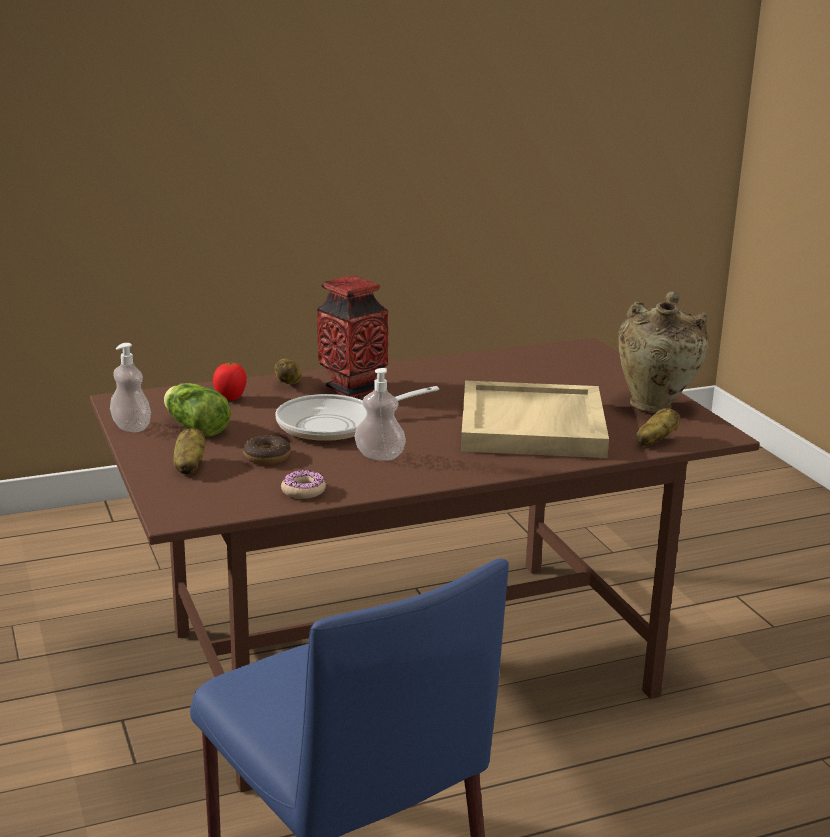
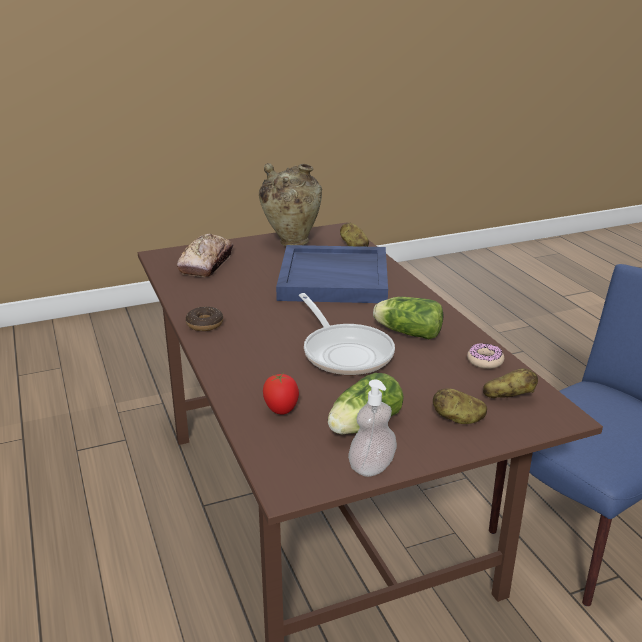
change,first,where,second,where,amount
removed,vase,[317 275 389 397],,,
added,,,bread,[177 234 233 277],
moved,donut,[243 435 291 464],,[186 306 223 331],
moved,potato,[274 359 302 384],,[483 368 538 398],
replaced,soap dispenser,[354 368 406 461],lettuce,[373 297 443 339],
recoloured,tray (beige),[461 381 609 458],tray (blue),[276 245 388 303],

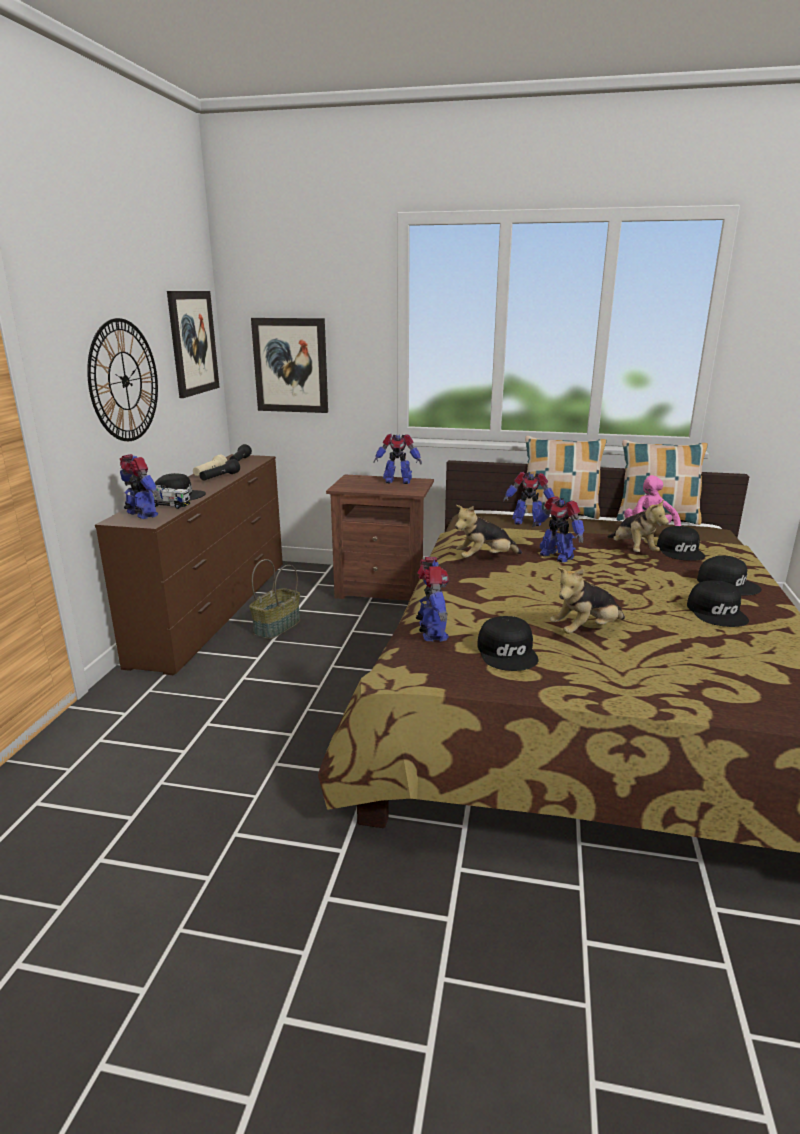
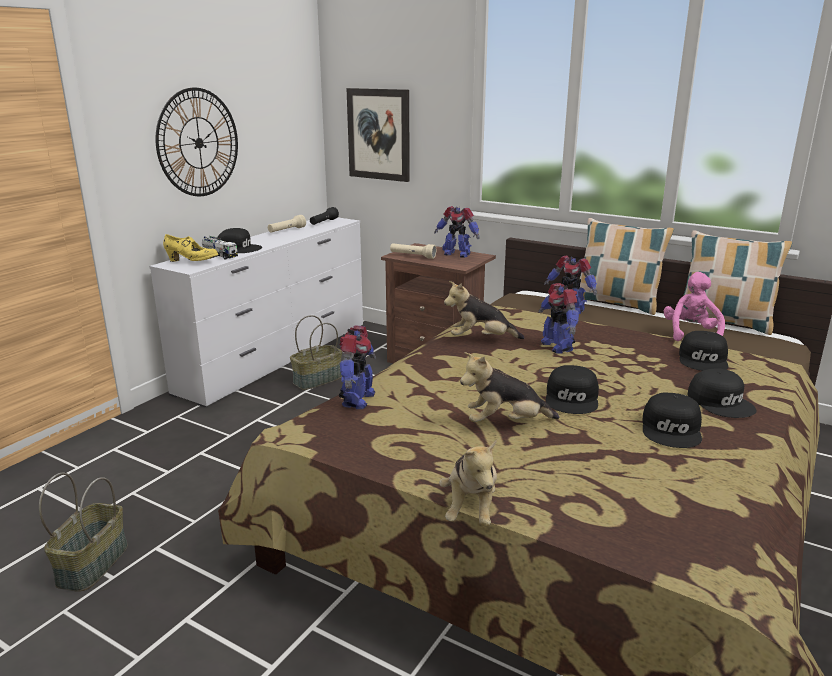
change,first,where,second,where,amount
removed,picture,[167 291 220 398],,,
removed,flashlight (black),[199 459 240 481],,,
added,,,basket,[39 473 128 592],
added,,,flashlight (beige),[390 243 436 259],
moved,cap (black),[478 616 539 671],,[546 365 599 414],
moved,plush toy,[607 499 669 552],,[439 440 497 526],
replaced,toy robot,[120 454 159 519],shoe (yellow),[163 234 218 262],
recoloured,dresser (brown),[95 454 283 675],dresser (white),[149 218 363 407],

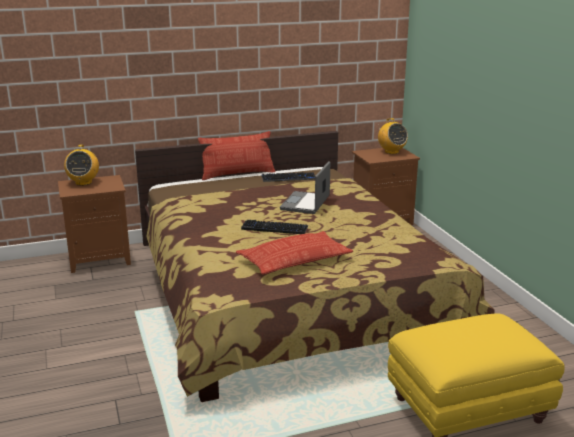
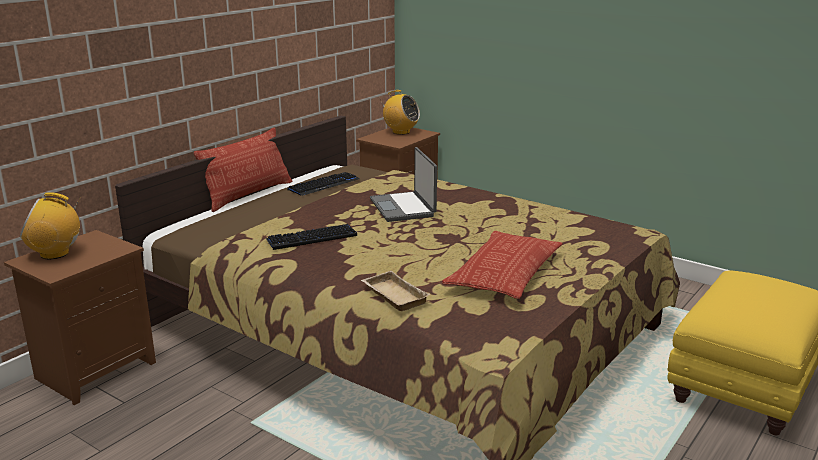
change,first,where,second,where,amount
added,,,tray (beige),[361 271 430 311],
moved,keyboard,[241 220 309 234],,[265 224 357 250],
turned,radio,[64 145 99 186],,[20 192 80 259],120 degrees clockwise

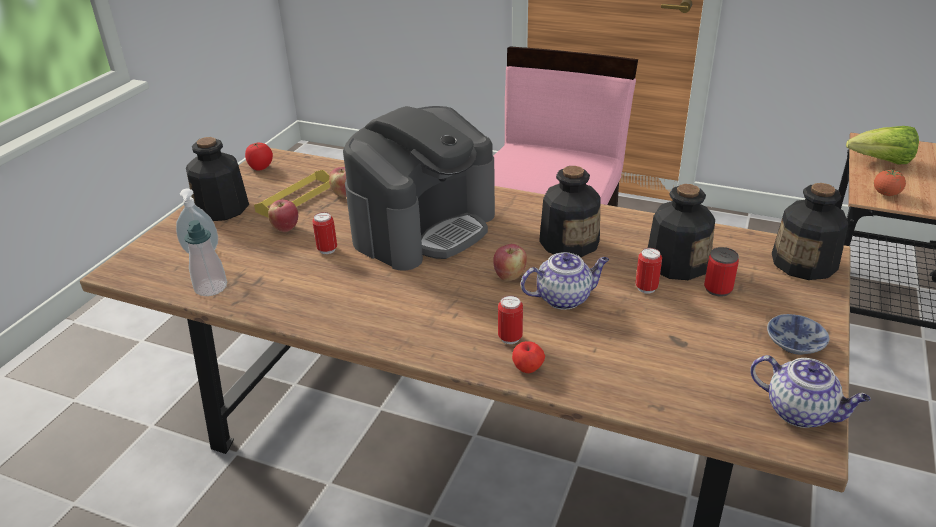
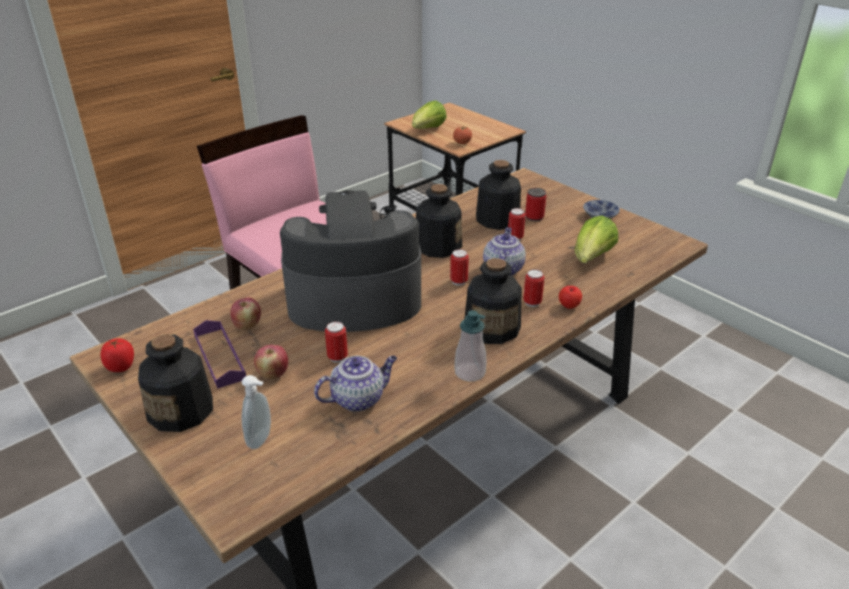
change,first,where,second,where,amount
added,,,lettuce,[575 216 618 263],
moved,soap dispenser,[184 220 227 296],,[454 310 486 382],
moved,teapot,[750 355 871 428],,[314 356 397 412],
moved,bottle,[772 183 848 280],,[464 258 522 344],
replaced,apple,[493 244 527 281],can,[450 249 469 286],
recoloured,tray (yellow),[254 170 330 218],tray (purple),[193 320 246 389],
turned,coffee machine,[343 106 495 271],,[280 190 421 332],75 degrees counterclockwise

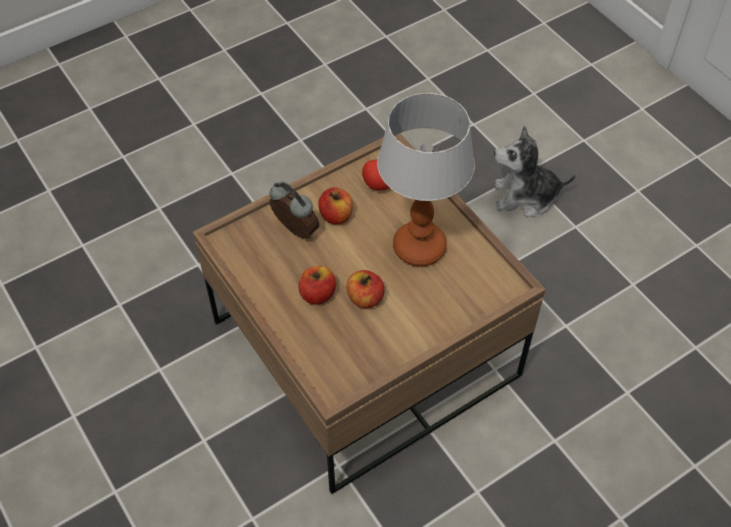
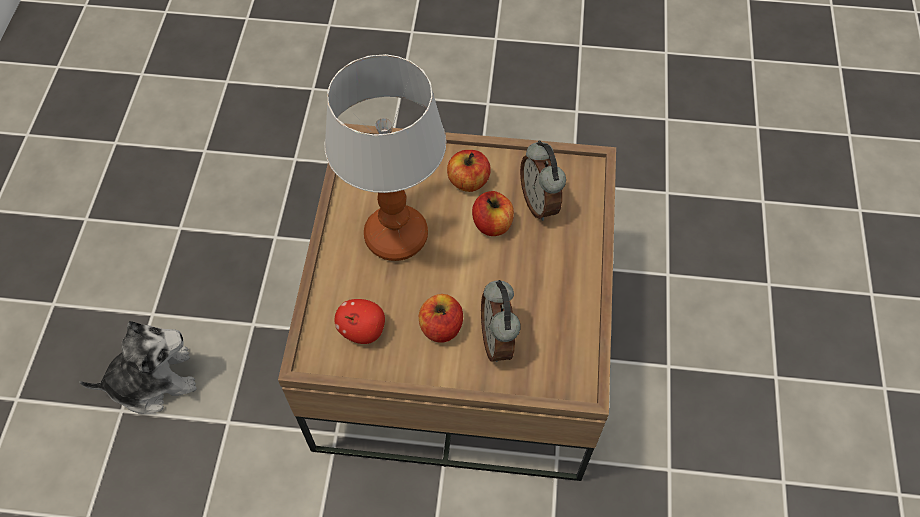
change,first,where,second,where,amount
added,,,alarm clock,[520 140 566 221],
moved,apple,[298 266 336 305],,[447 150 491 192],
turned,plush toy,[494 126 576 217],,[79 321 197 414],60 degrees counterclockwise

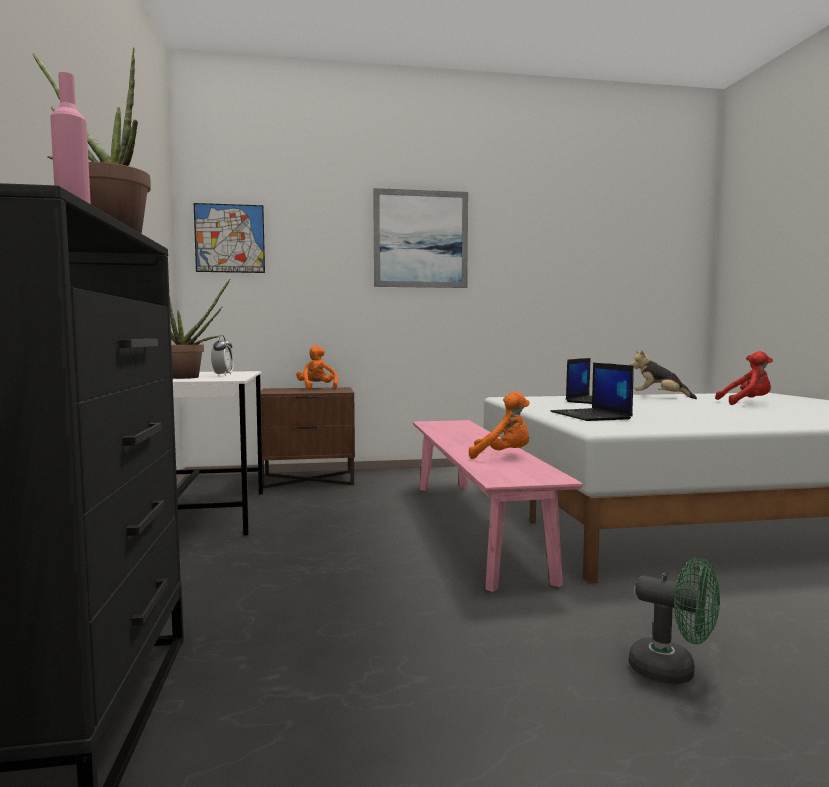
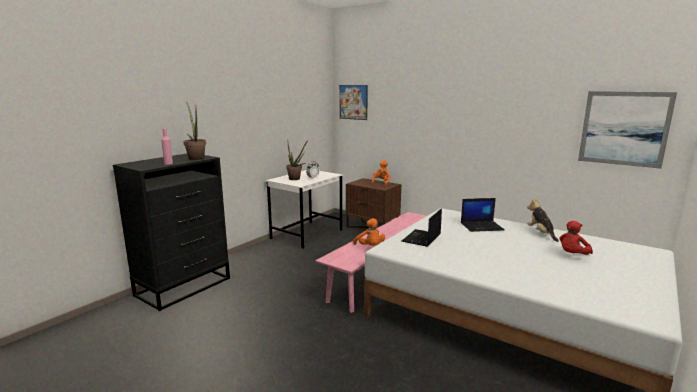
change,first,where,second,where,amount
removed,fan (green),[629 558 720 685],,,
moved,picture,[373 188 468 288],,[578 91 677 169],
turned,plush toy (red),[715 351 773 405],,[559 221 593 255],90 degrees clockwise

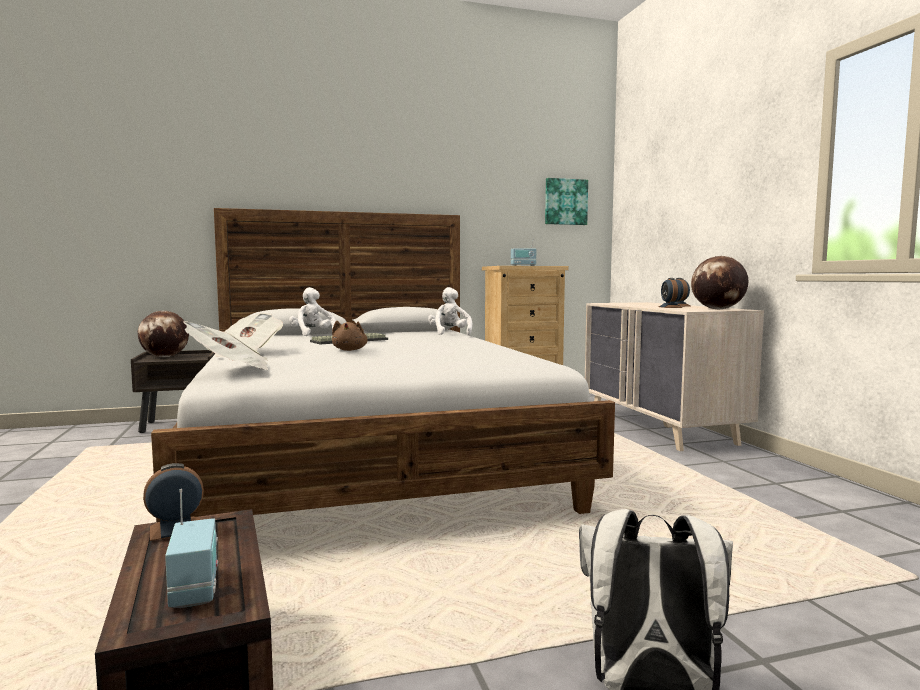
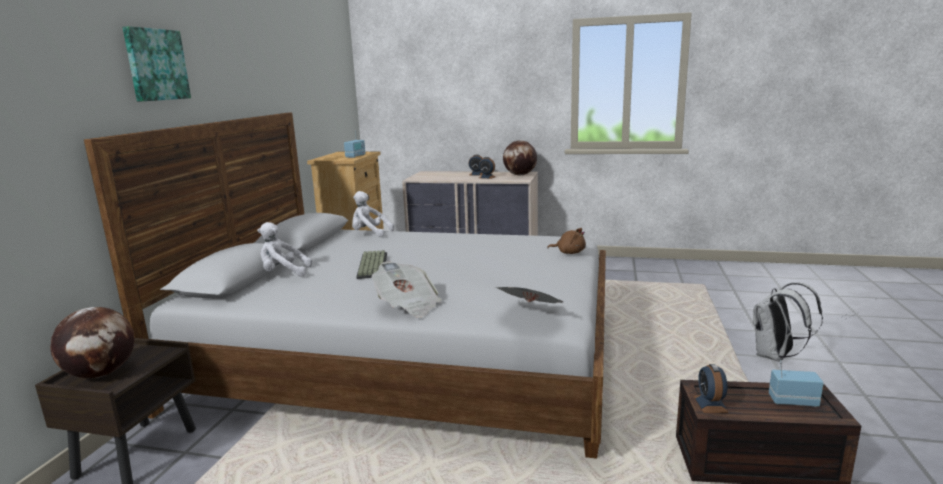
change,first,where,second,where,amount
moved,plush toy (brown),[332 321 368 351],,[547 228 586 254],
moved,picture,[545 178 588 225],,[123 26 191 101],

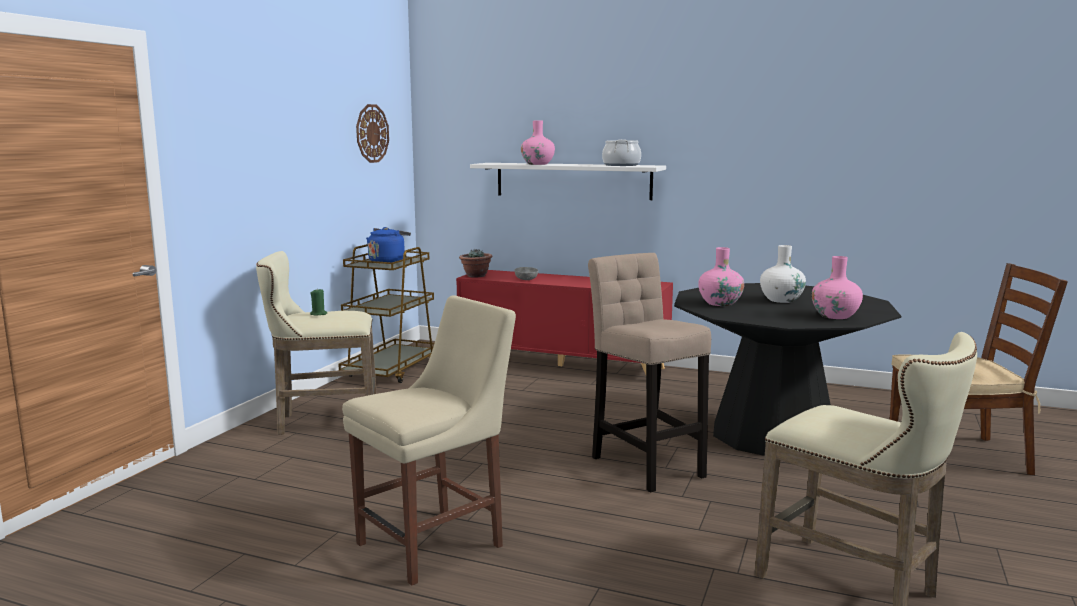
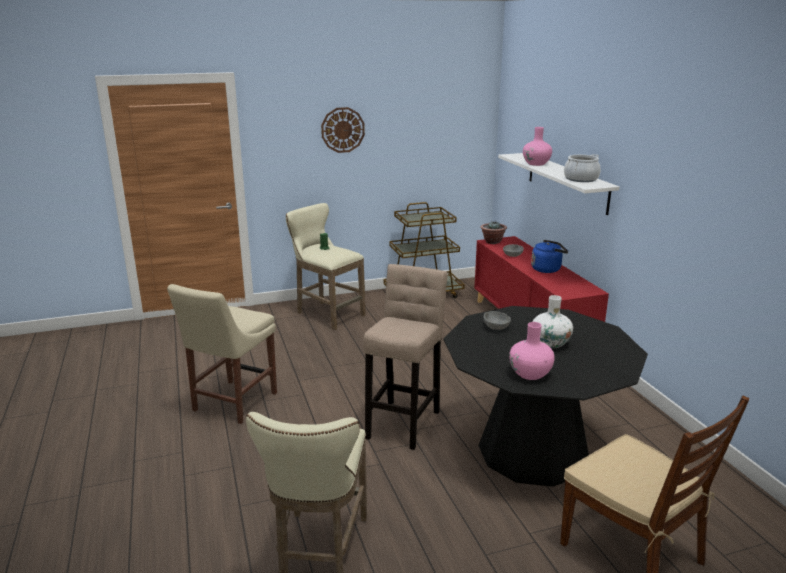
change,first,where,second,where,amount
moved,wall clock,[356 104 389 163],,[321 107 365 153],
moved,kettle (blue),[366 227 411 264],,[531 240 568 273],
replaced,vase (pink),[698 247 744 306],bowl (grey),[484 311 511 330],
turned,chair (beige),[342 295 516 586],,[167 284 277 424],105 degrees clockwise

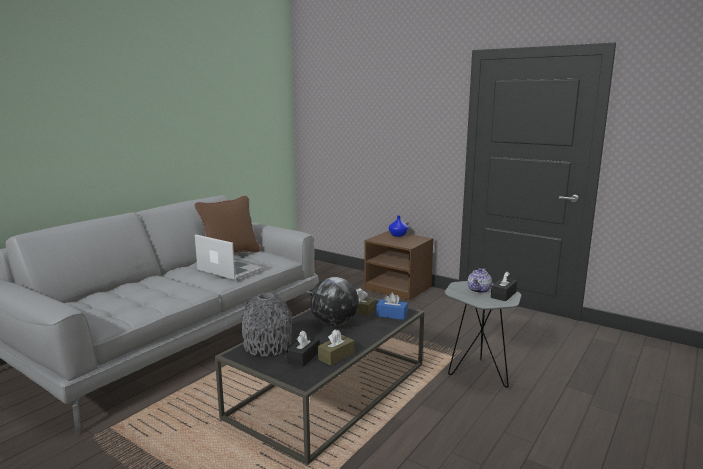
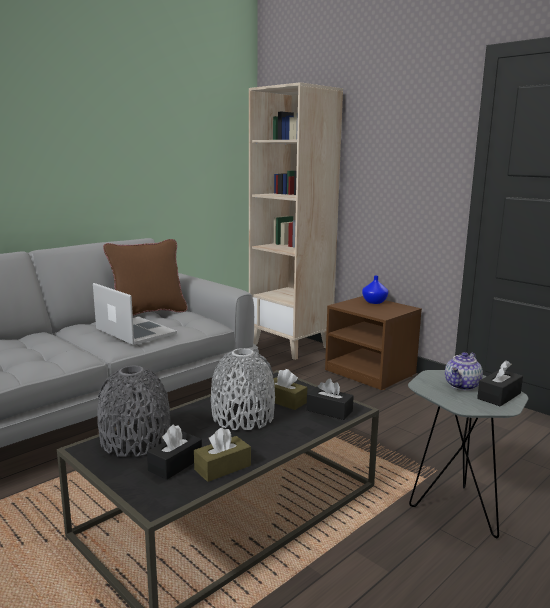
change,first,where,second,where,amount
added,,,bookcase (beige),[249 82 343 360],
replaced,globe,[310 277 359 326],vase (grey),[211 348 275 430],
recoloured,tissue box (blue),[376 293 408 320],tissue box (black),[307 379 354 420],

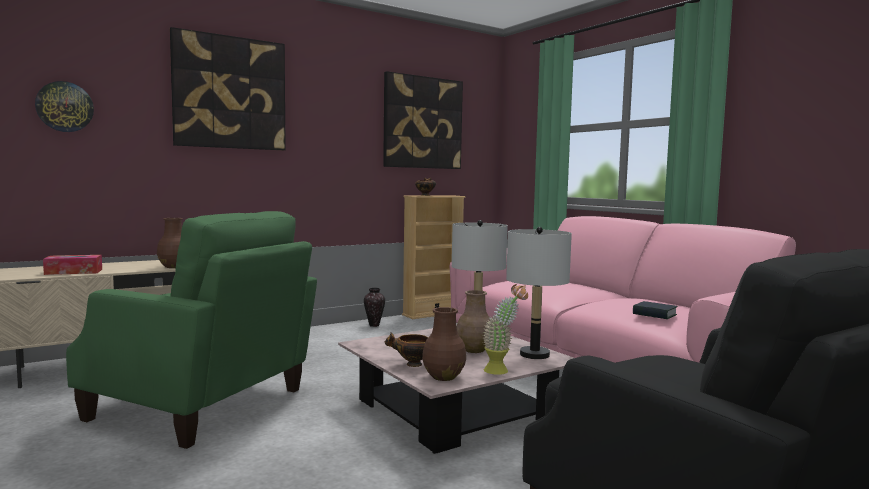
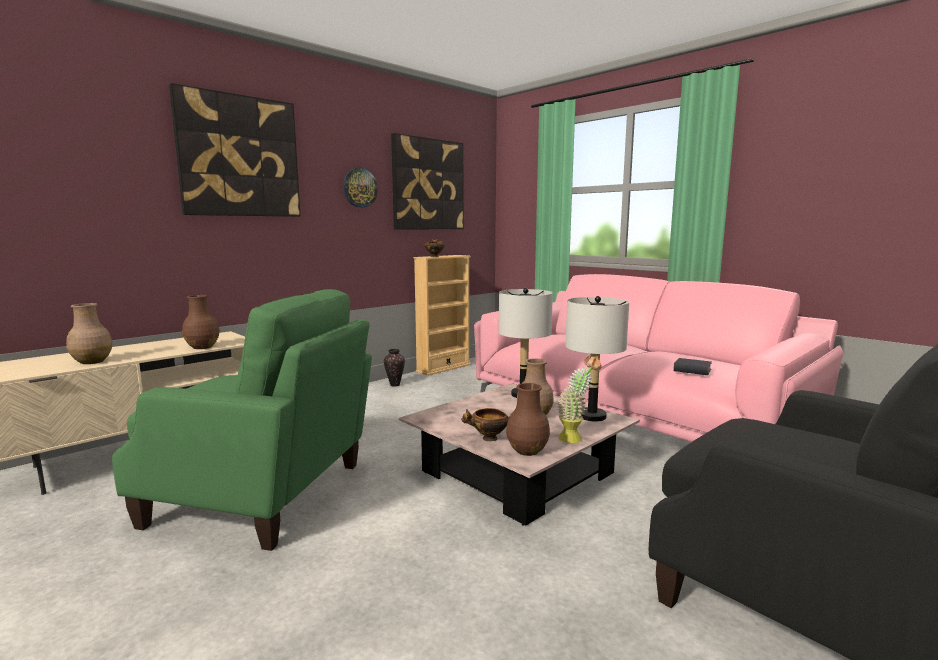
change,first,where,second,where,amount
moved,wall clock,[35 81 94 132],,[343 168 378 208],
replaced,tissue box,[43 255 102 275],vase (brown),[66 303 112 364],

